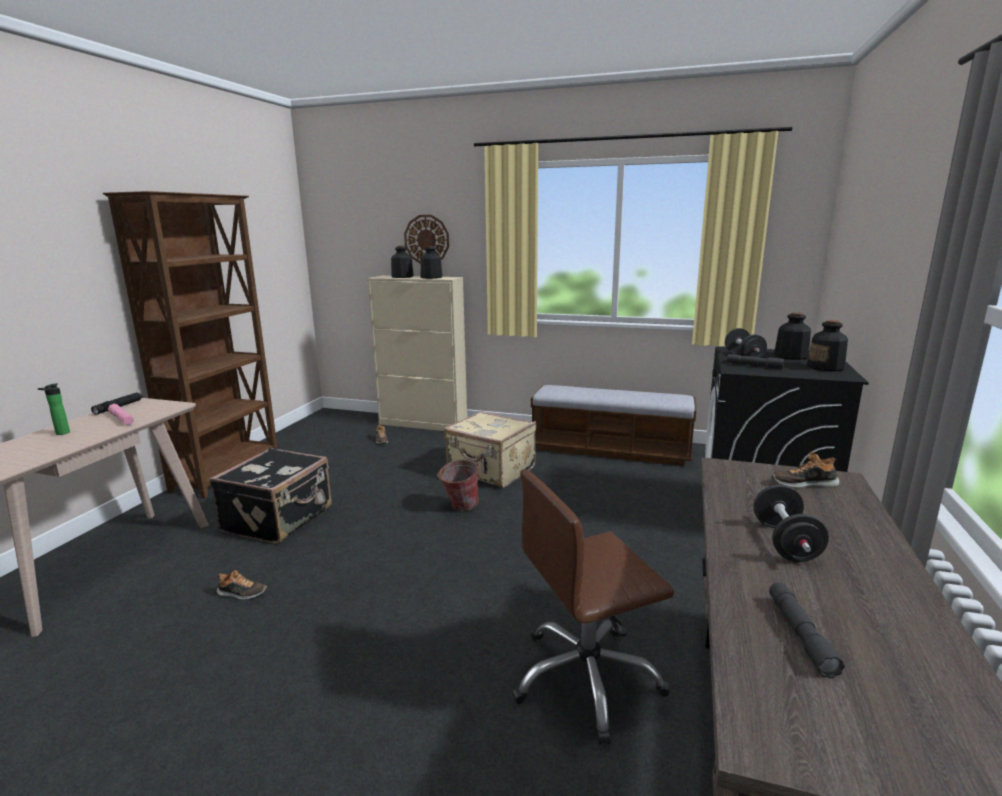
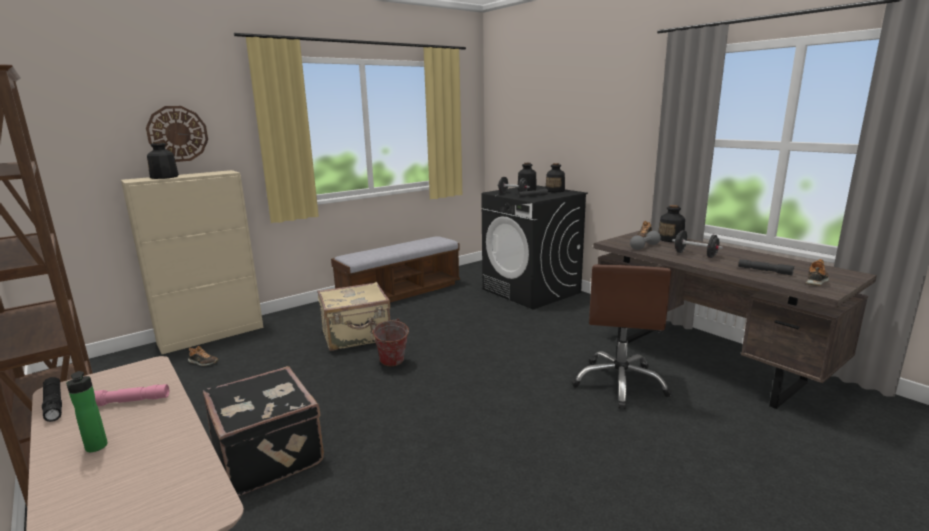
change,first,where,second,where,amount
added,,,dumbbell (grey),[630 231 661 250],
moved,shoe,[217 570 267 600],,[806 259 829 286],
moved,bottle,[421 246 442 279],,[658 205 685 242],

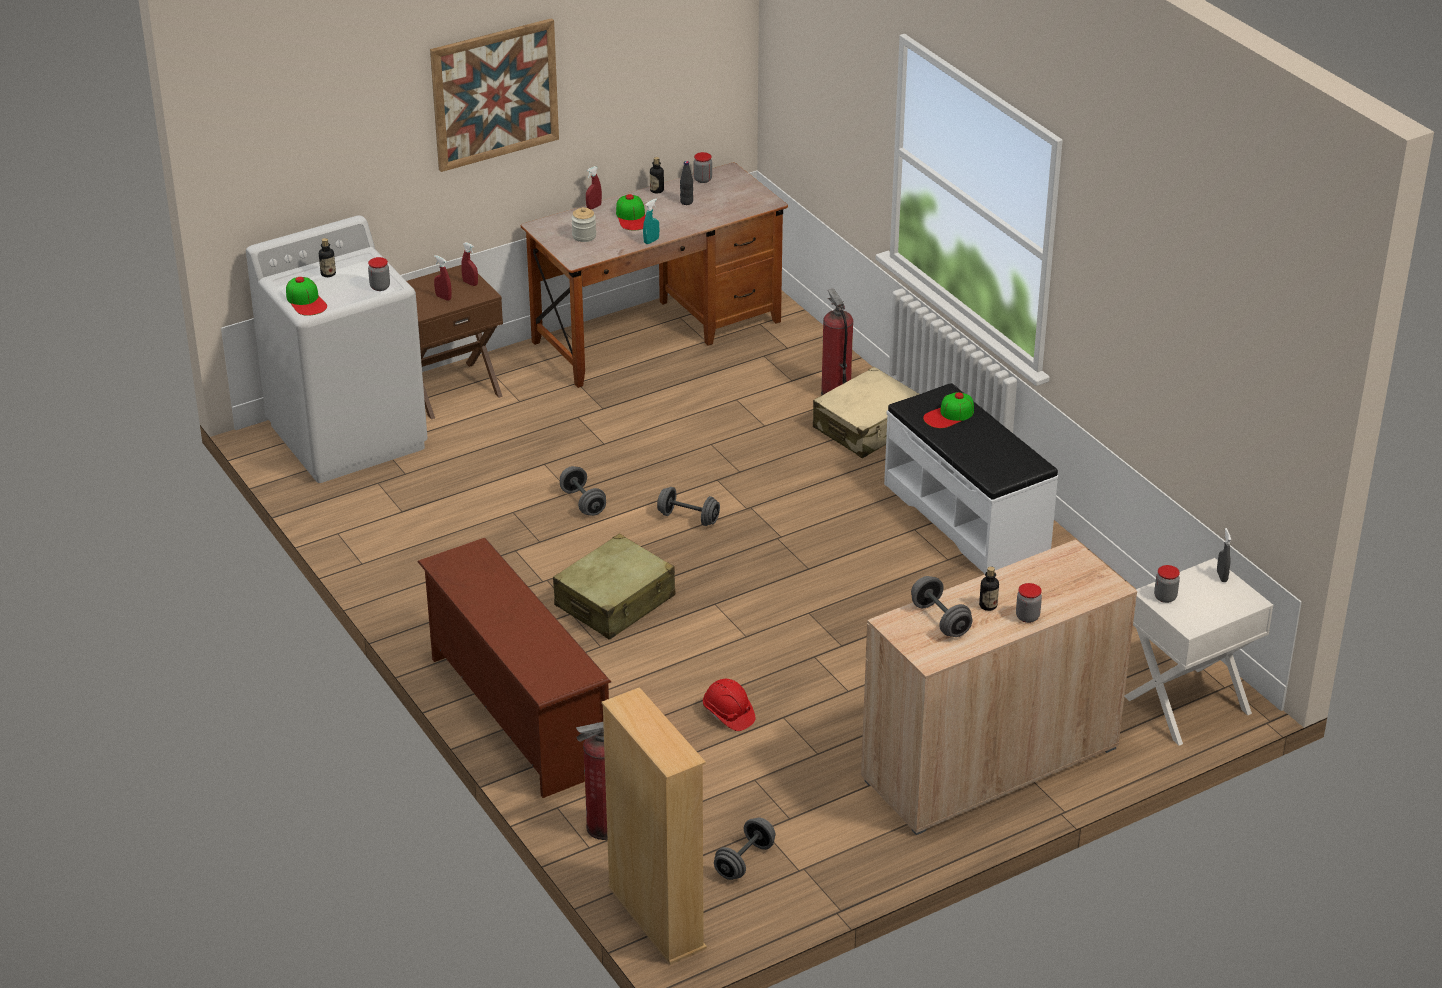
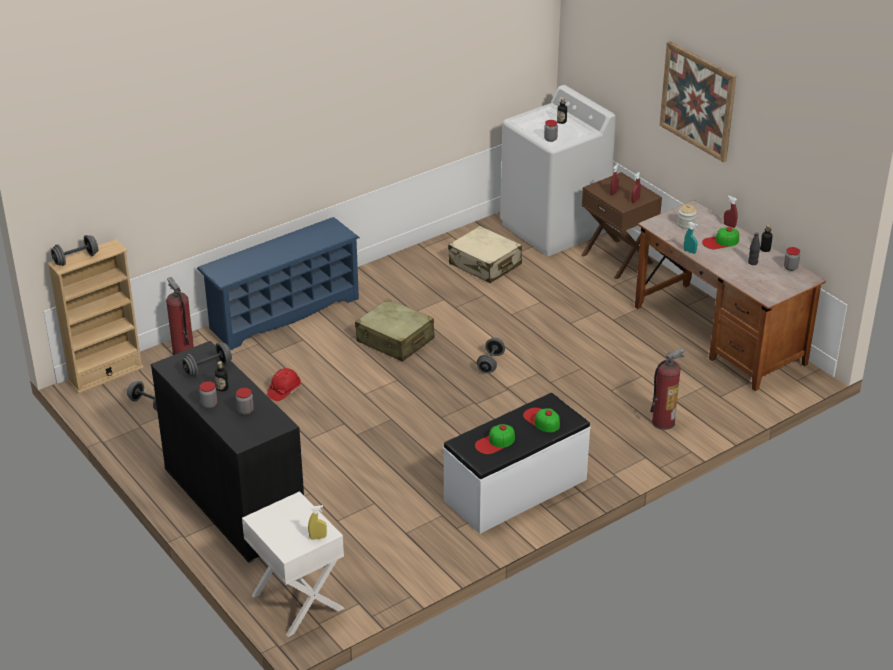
change,first,where,second,where,amount
moved,cap,[286 277 327 316],,[475 424 515 454],
moved,dumbbell (grey),[560 466 606 516],,[51 235 98 266],
moved,suitcase (beige),[813 367 919 458],,[448 226 522 283],
moved,jar,[1154 565 1180 603],,[236 388 254 415],
recoloured,shoe rack (brown),[417 538 611 798],shoe rack (blue),[197 217 360 350],
recoloured,cabinet (beige),[861 539 1137 835],cabinet (black),[151 341 304 563],
recoloured,spray bottle (grey),[1217 528 1231 582],spray bottle (yellow),[308 505 327 540],

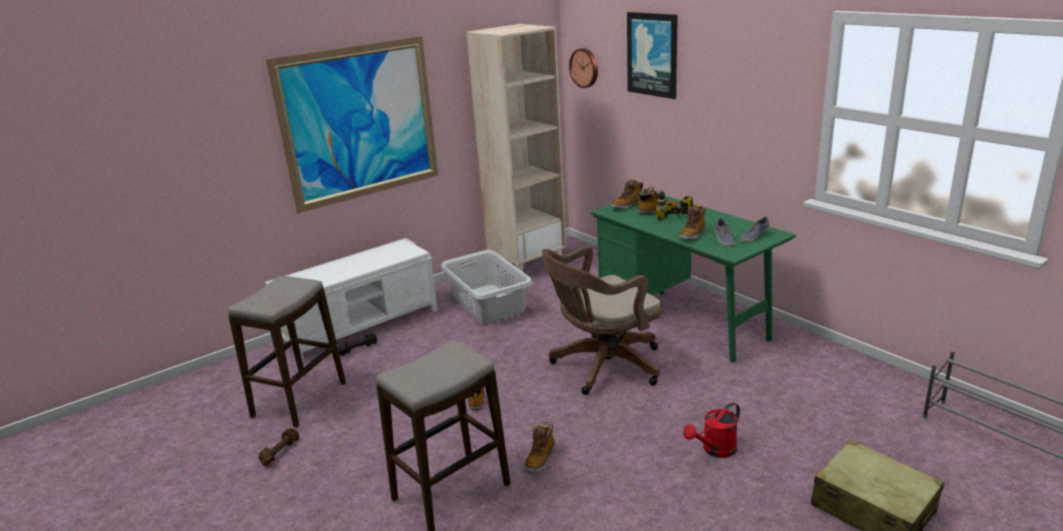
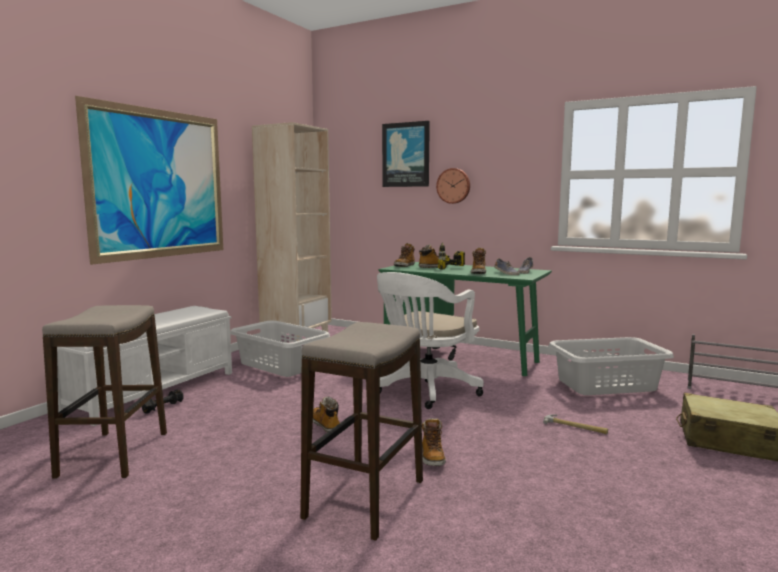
change,first,where,second,where,amount
removed,dumbbell (brown),[258 428 299 466],,,
added,,,laundry basket (grey),[549 337 674 395],
moved,wall clock,[569 48 598 88],,[436 168 470 204],
replaced,watering can (red),[683 402 740 458],hammer,[543 414 608 434],
recoloured,office chair (brown),[542 246 662 395],office chair (white),[377 272 484 409],

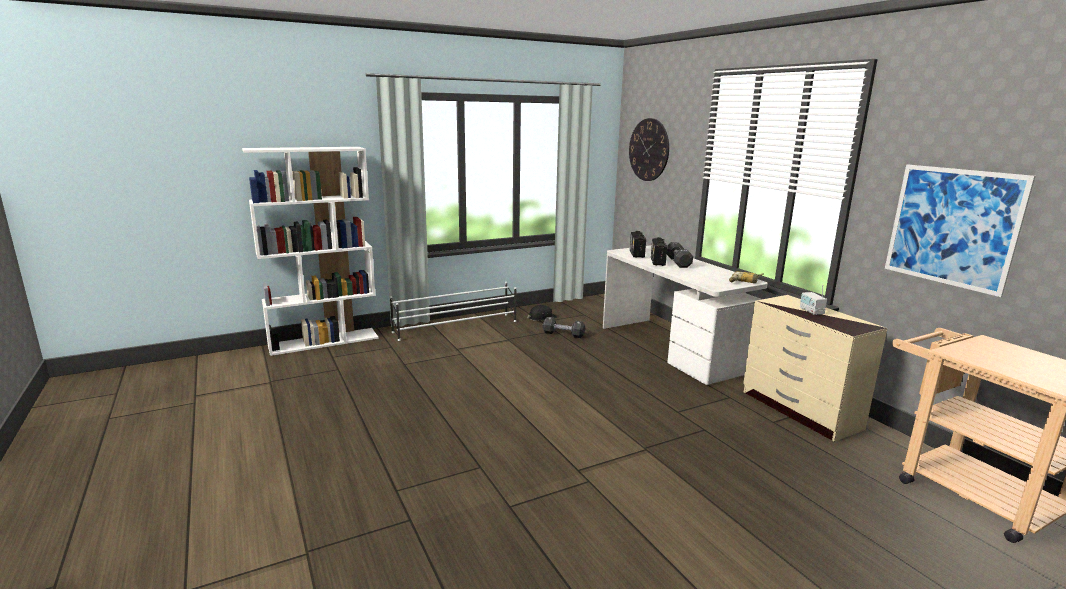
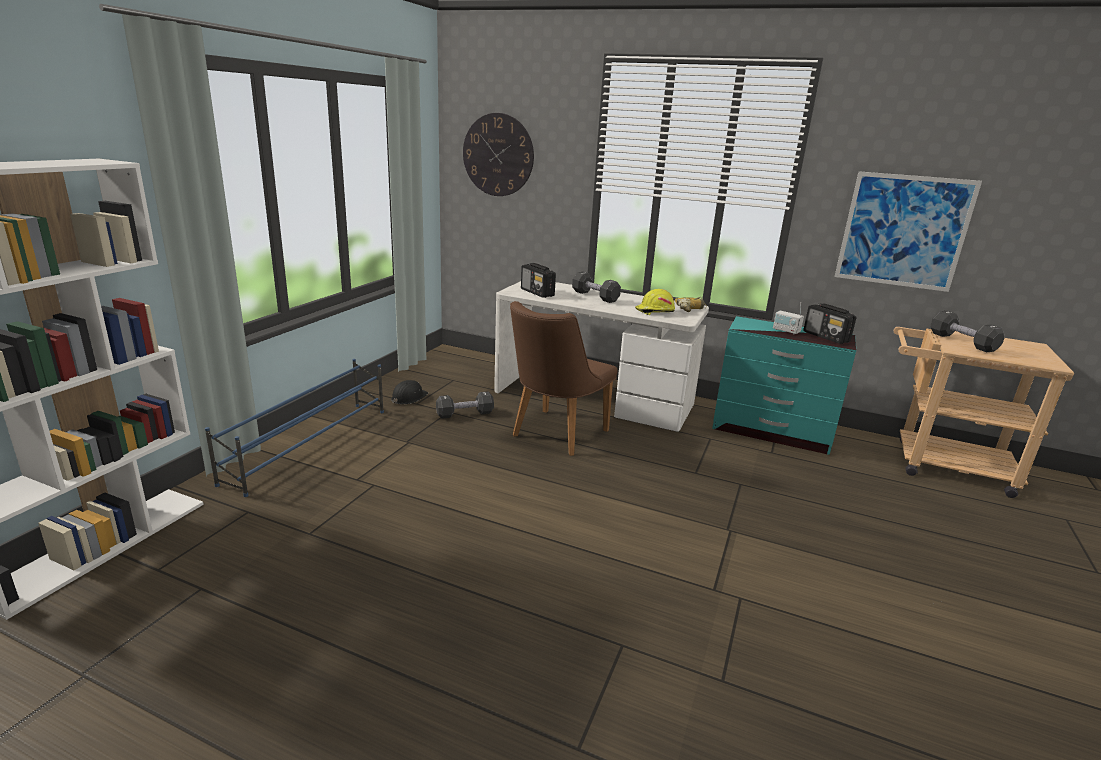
change,first,where,second,where,amount
added,,,chair (brown),[510 301 618 456],
added,,,hard hat (yellow),[635 289 675 315],
added,,,dumbbell (black),[931 311 1005 352],
moved,radio,[651 237 667 266],,[803 303 856 344],
recoloured,shoe rack (white),[390 282 516 341],shoe rack (blue),[205 359 384 497],
recoloured,dresser (beige),[743 295 888 441],dresser (turquoise),[712 316 856 455],

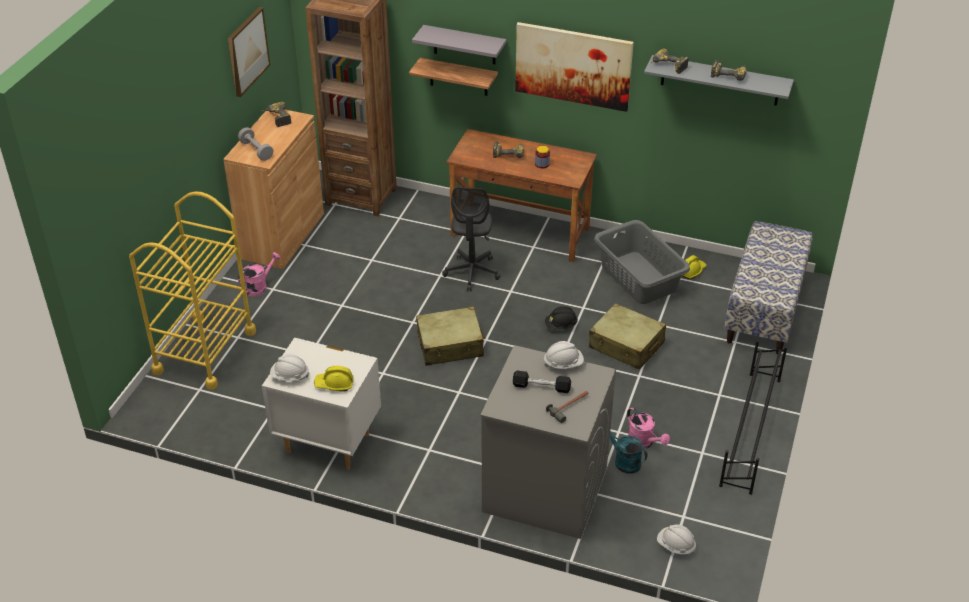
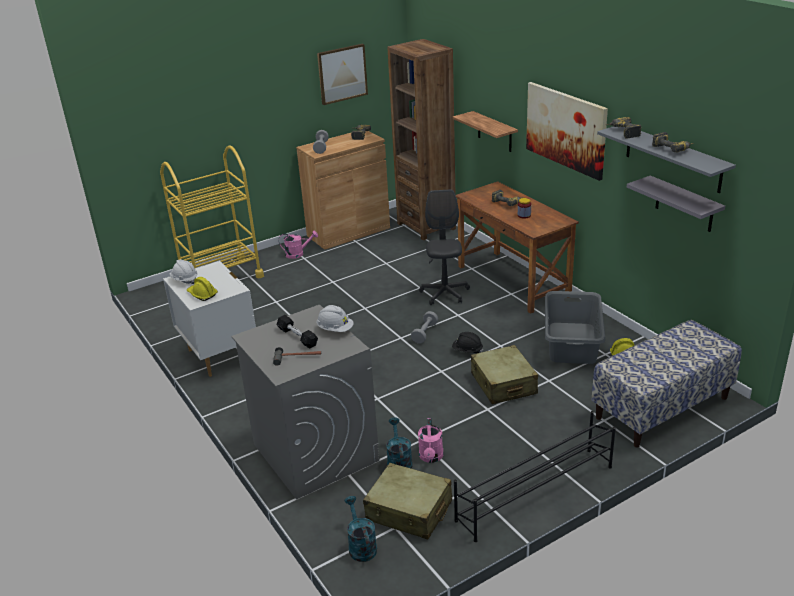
change,first,where,second,where,amount
added,,,dumbbell (grey),[411 311 438 343],
moved,shelf (grey),[412 25 506 64],,[627 175 725 232],
moved,suitcase (beige),[416 306 485 366],,[363 463 452 539],
replaced,hard hat (white),[657 524 696 555],watering can (turquoise),[344 496 377 562],
turned,office chair (grey),[442 187 500 291],,[419 189 470 305],135 degrees clockwise

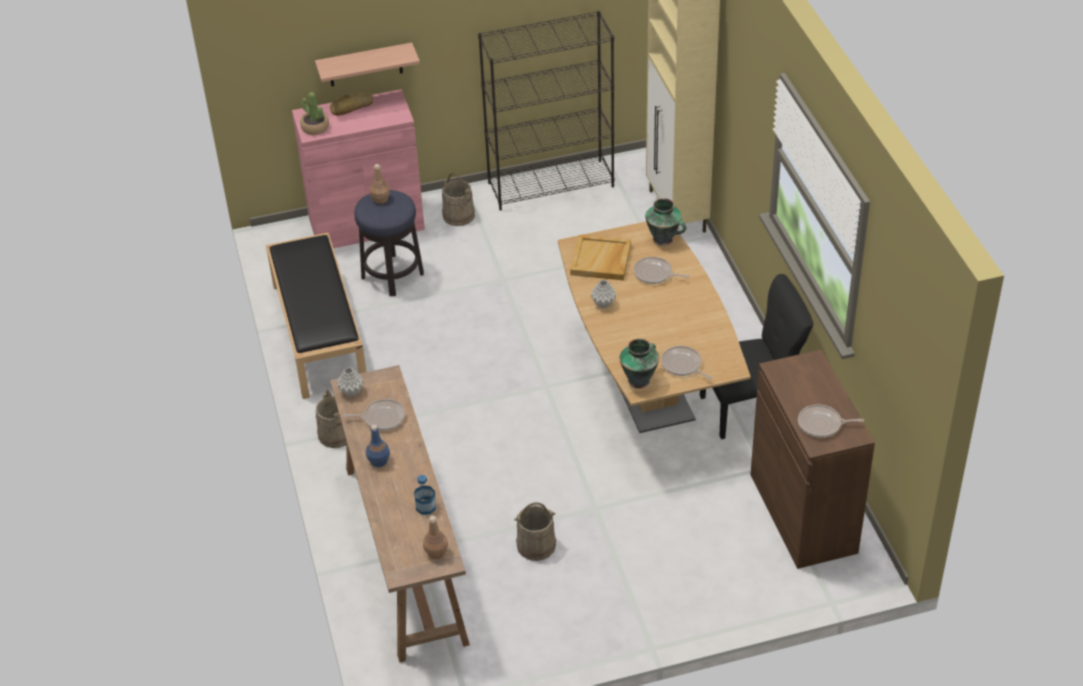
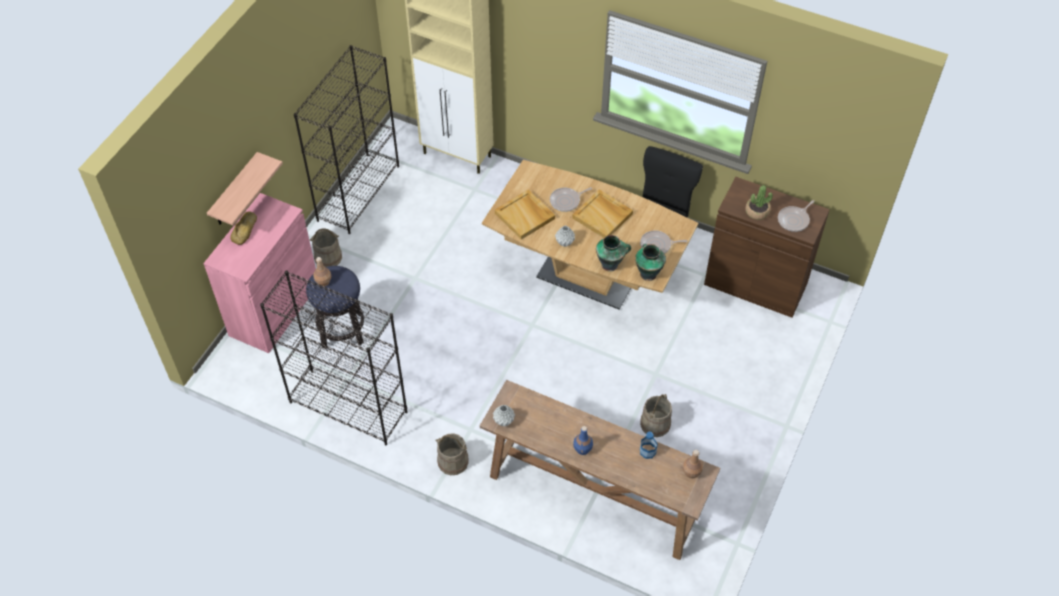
change,first,where,second,where,amount
removed,frying pan,[342 399 405 431],,,
added,,,tray (beige),[572 189 633 238],
moved,potted plant,[300 92 329 135],,[745 185 773 220],
moved,vase,[645 198 686 246],,[596 235 631 272],
replaced,bench (black),[266 232 366 399],bookcase (black),[260 270 407 445],

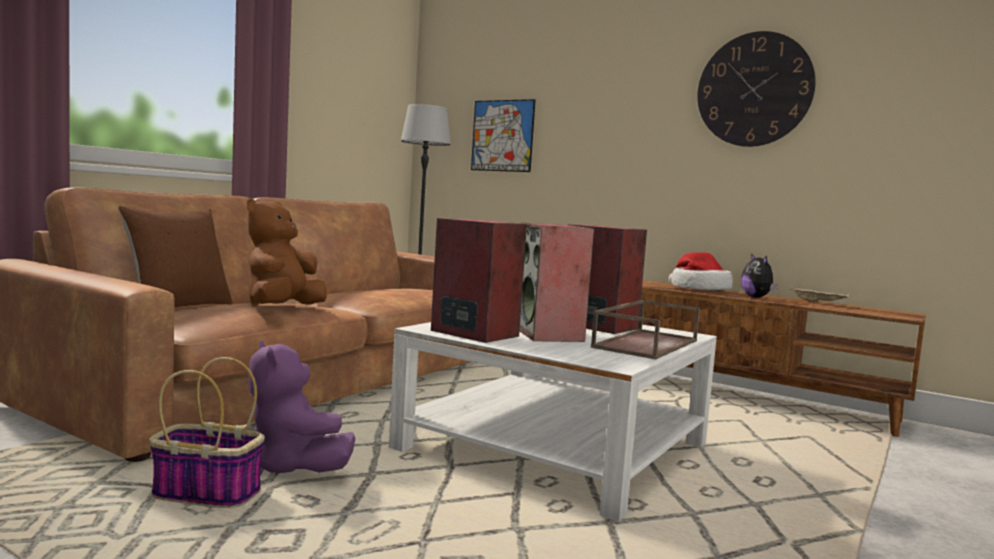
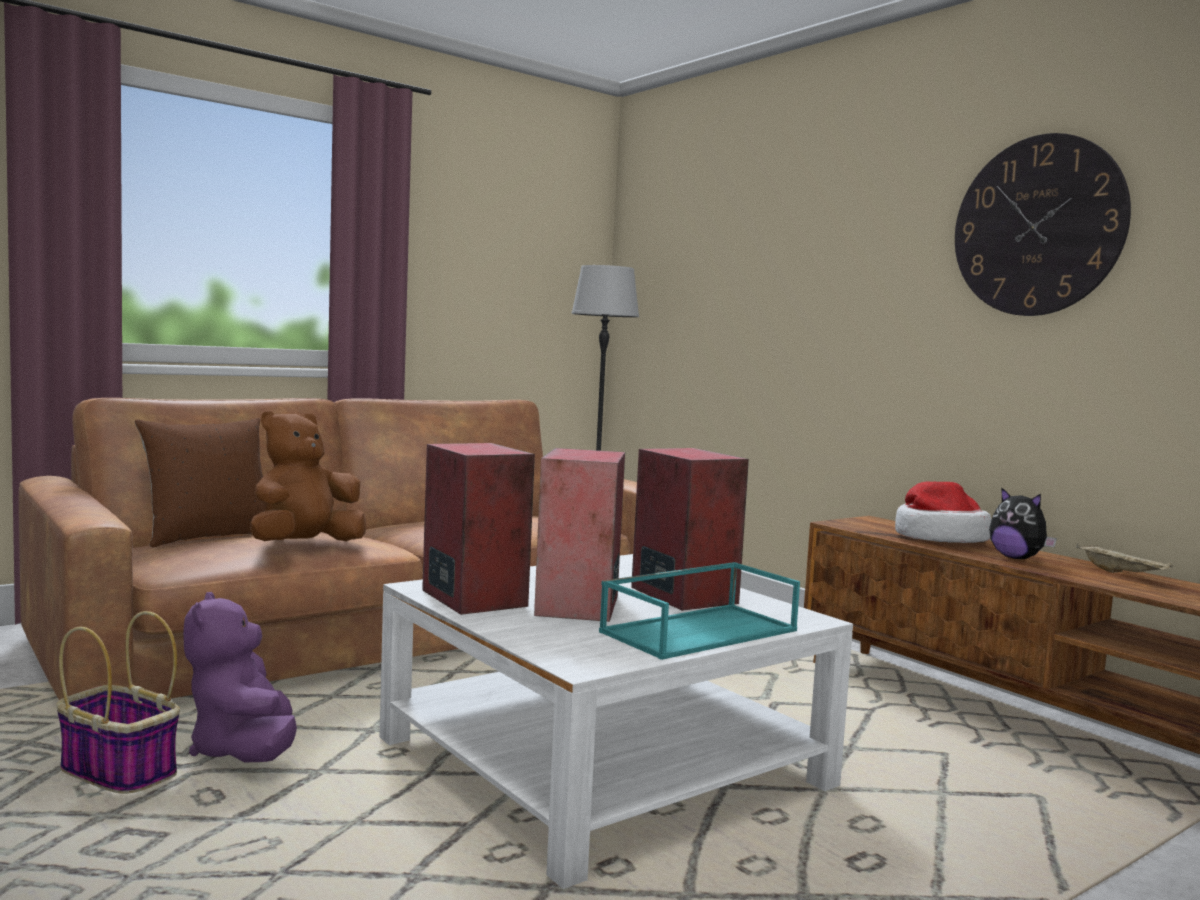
change,first,where,second,where,amount
removed,picture,[471 99 535 172],,,
recoloured,tray (brown),[591 300 700 360],tray (turquoise),[599 562 800 660],
turned,plush toy,[741 253 778 298],,[989 488 1057 559],45 degrees counterclockwise

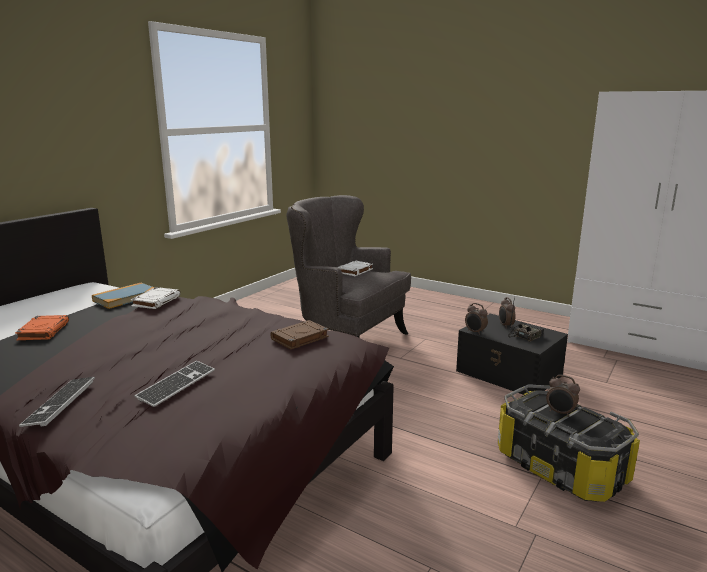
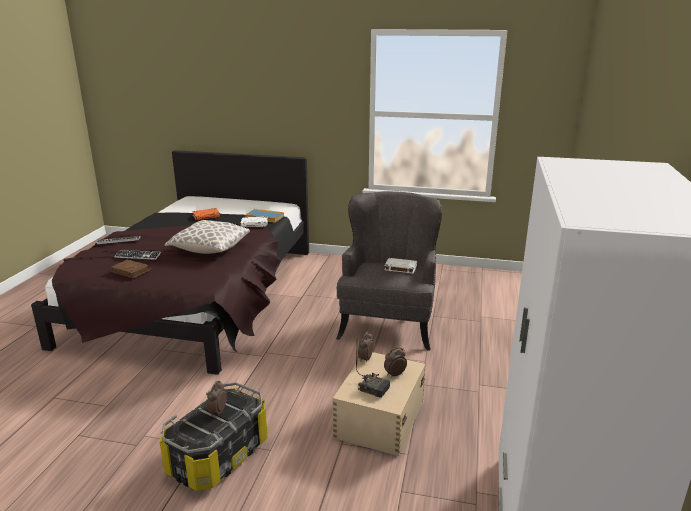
change,first,where,second,where,amount
added,,,pillow,[165 220 250 254],
moved,book (brown),[270 320 329 349],,[111 260 151 278],
recoloured,storage box (black),[456 313 568 395],storage box (beige),[333 352 426 456],

